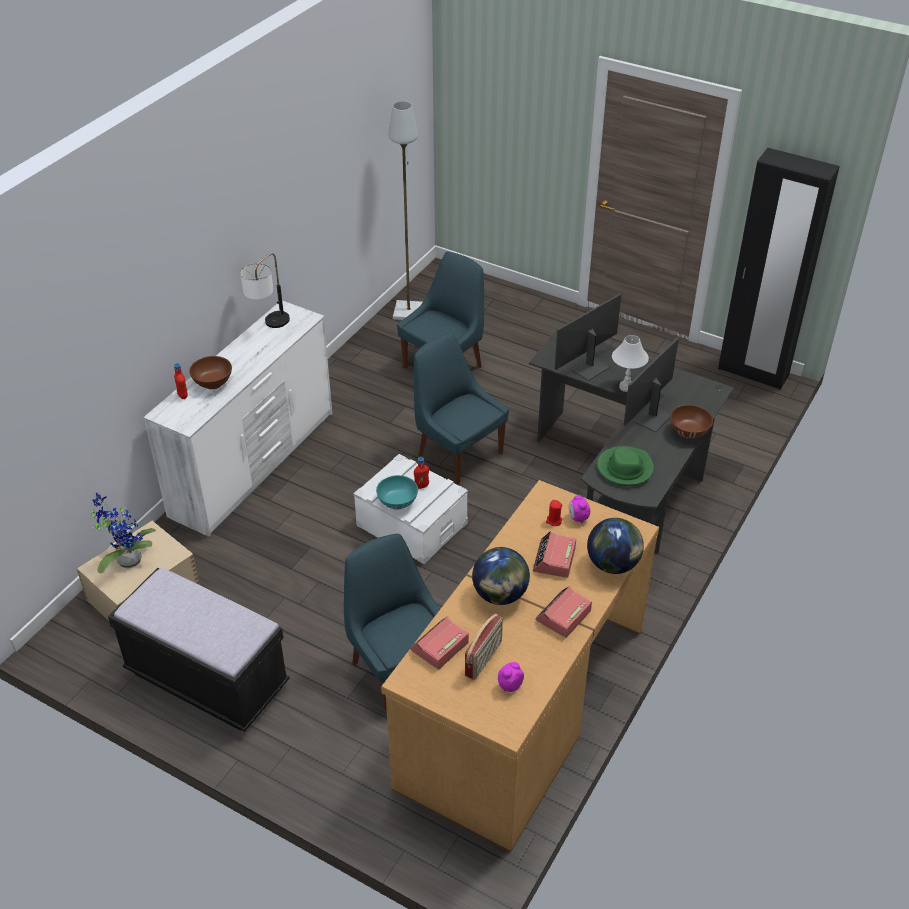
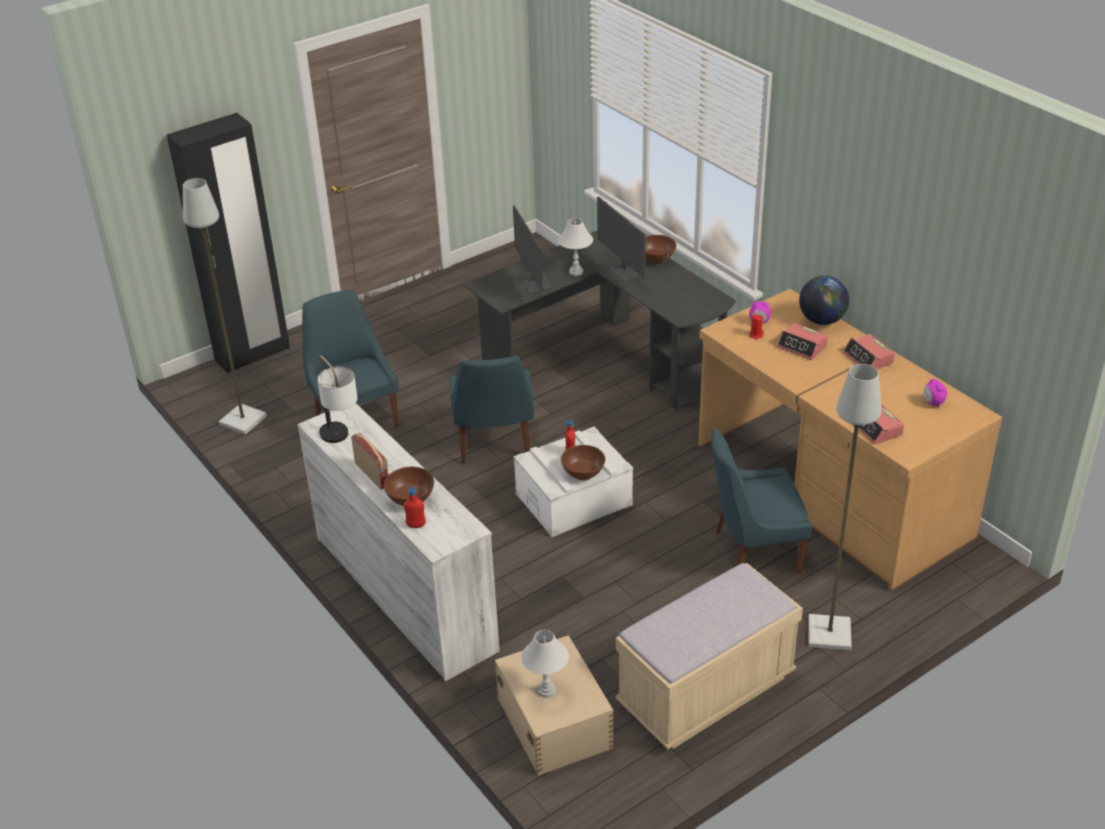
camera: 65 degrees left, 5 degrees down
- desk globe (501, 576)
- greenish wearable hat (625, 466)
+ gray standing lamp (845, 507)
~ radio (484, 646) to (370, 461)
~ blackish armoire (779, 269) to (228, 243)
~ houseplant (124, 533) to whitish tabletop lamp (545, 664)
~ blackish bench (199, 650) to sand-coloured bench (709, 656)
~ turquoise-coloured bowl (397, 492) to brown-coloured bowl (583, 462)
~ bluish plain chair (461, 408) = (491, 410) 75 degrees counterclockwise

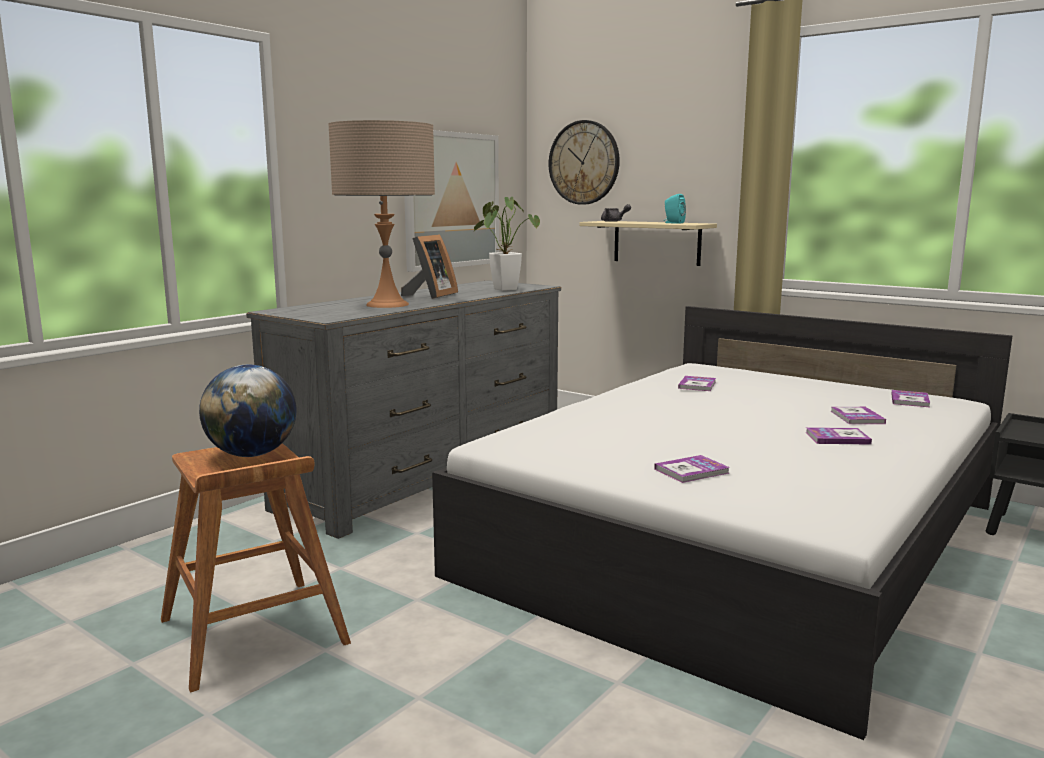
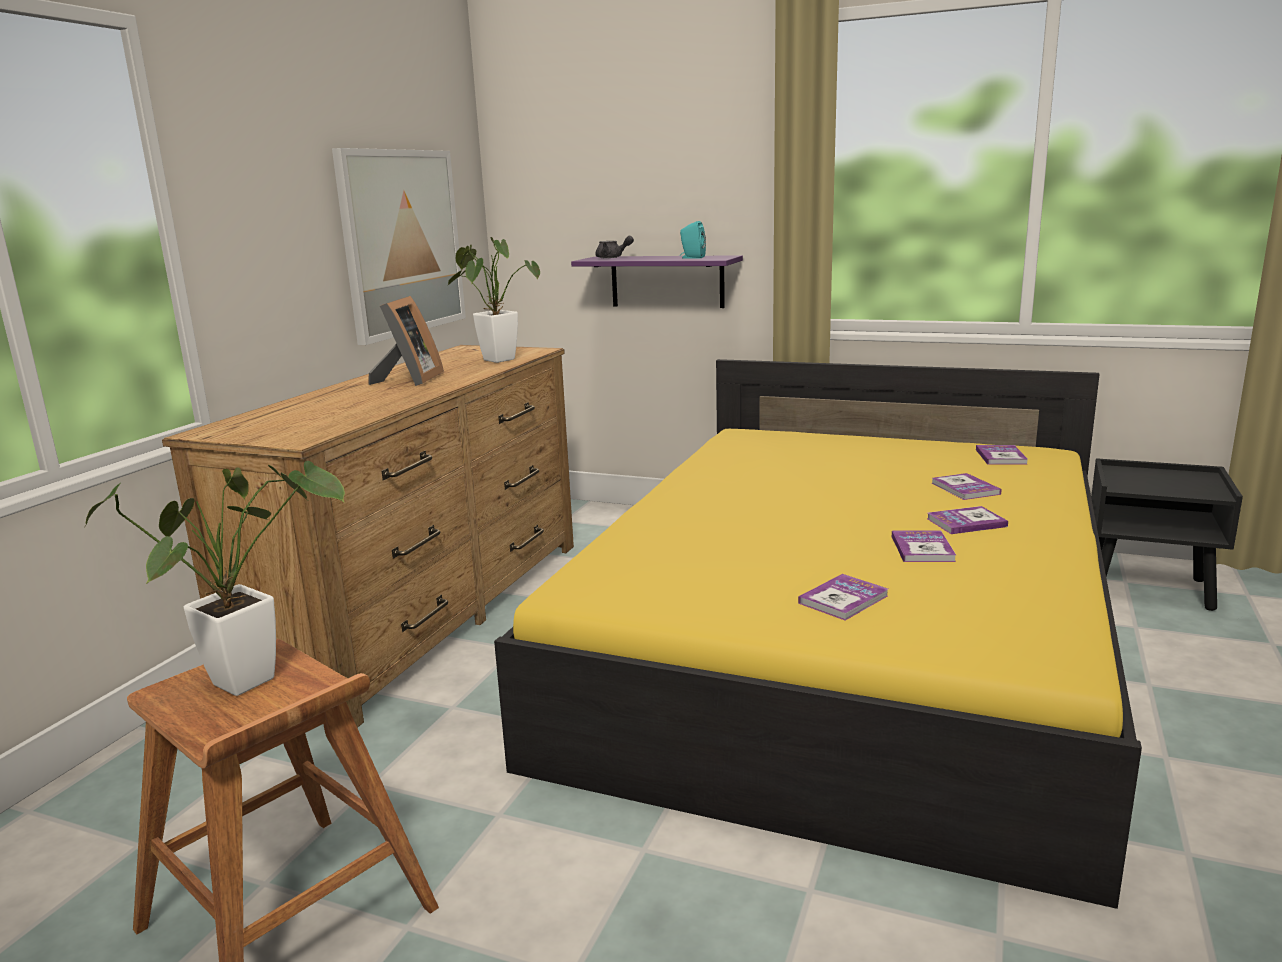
camera: 15 degrees left, 5 degrees up
- sand-coloured tabletop lamp (382, 214)
- hanging clock (584, 162)
~ volume (697, 383) to (924, 546)
~ desk globe (247, 411) to houseplant (215, 578)
~ gray chest of drawers (403, 409) to brown-coloured chest of drawers (368, 536)
~ whitish bedroom bed (722, 523) to yellow-coloured bedroom bed (818, 634)
~ sand-coloured shelf (648, 243) to purple shelf (657, 281)

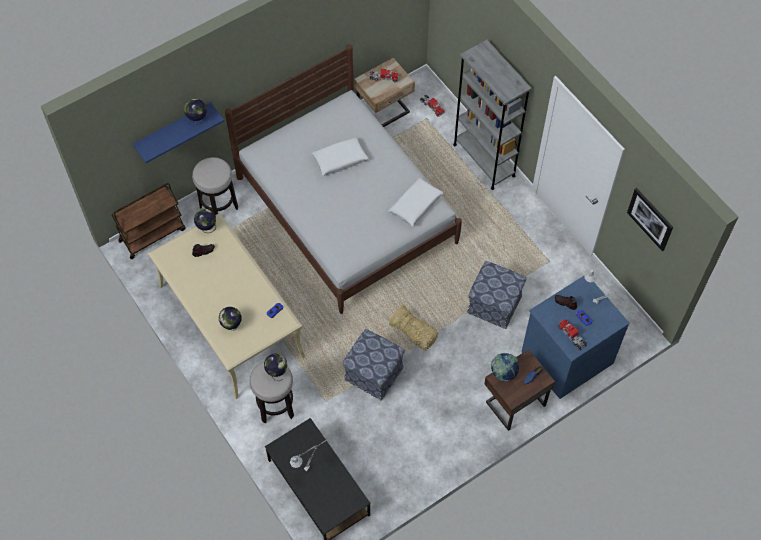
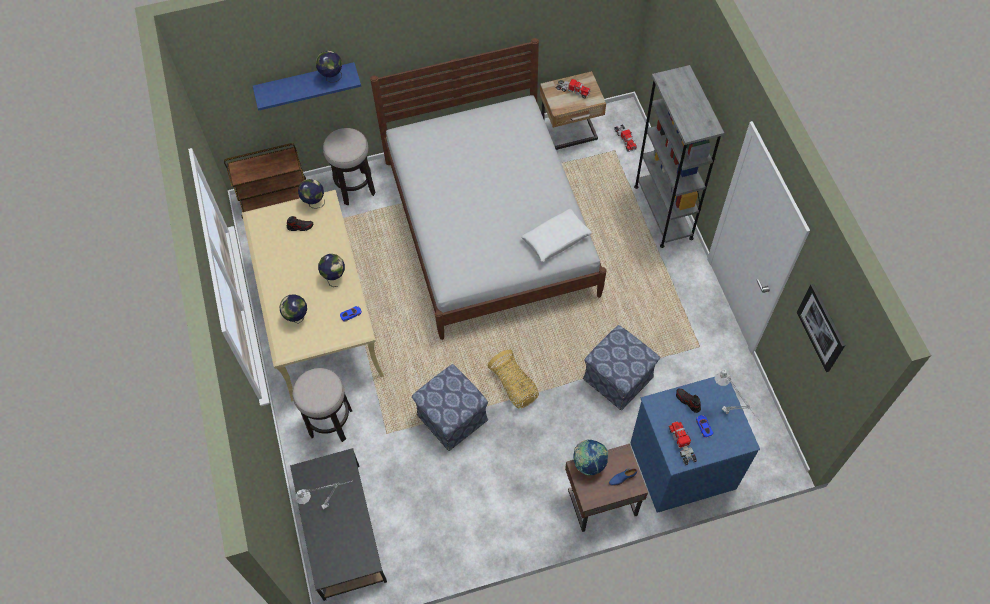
camera: 20 degrees right, 0 degrees up
- whitish pillow (340, 156)
~ desk globe (275, 367) to (331, 270)

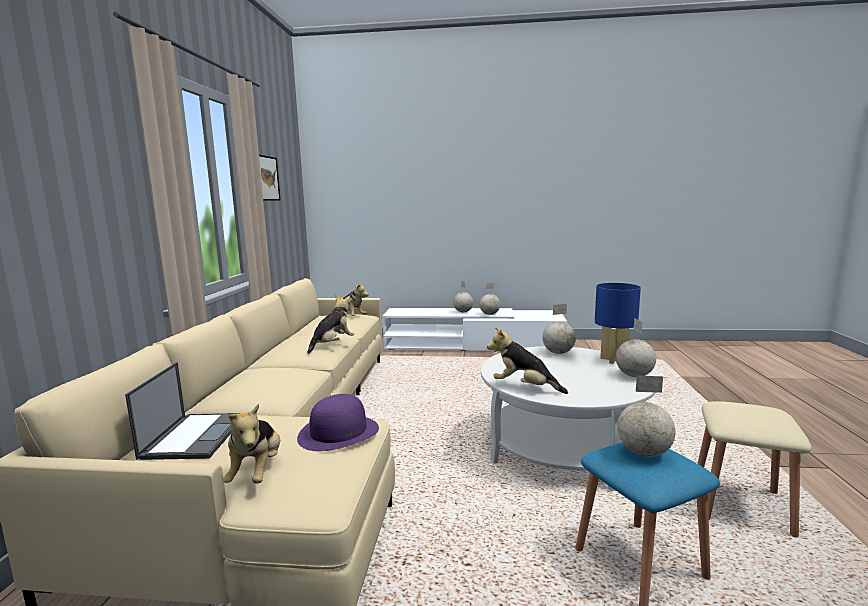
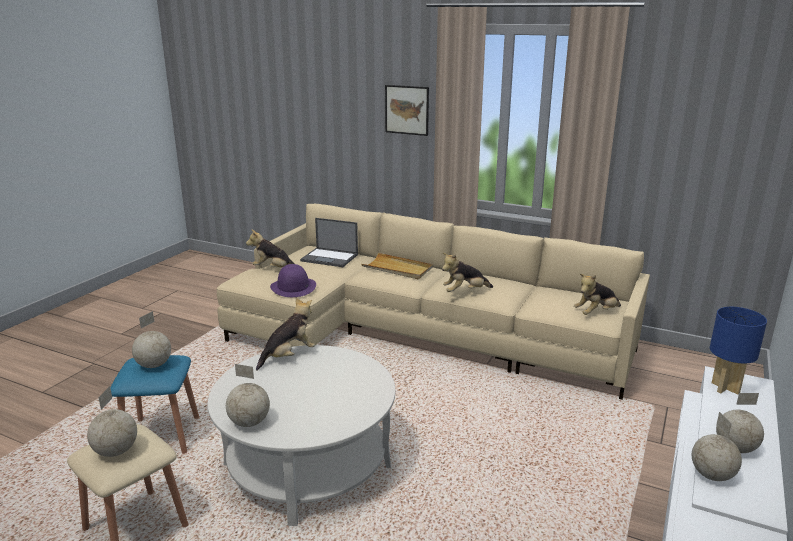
camera: 110 degrees right, 10 degrees up
+ sand-coloured tray (397, 266)
~ wall picture (270, 178) to (407, 110)
~ desk globe (559, 329) to (112, 421)
~ bluish tabletop lamp (618, 323) to (738, 350)
~ soft toy (331, 324) = (467, 272) 105 degrees clockwise

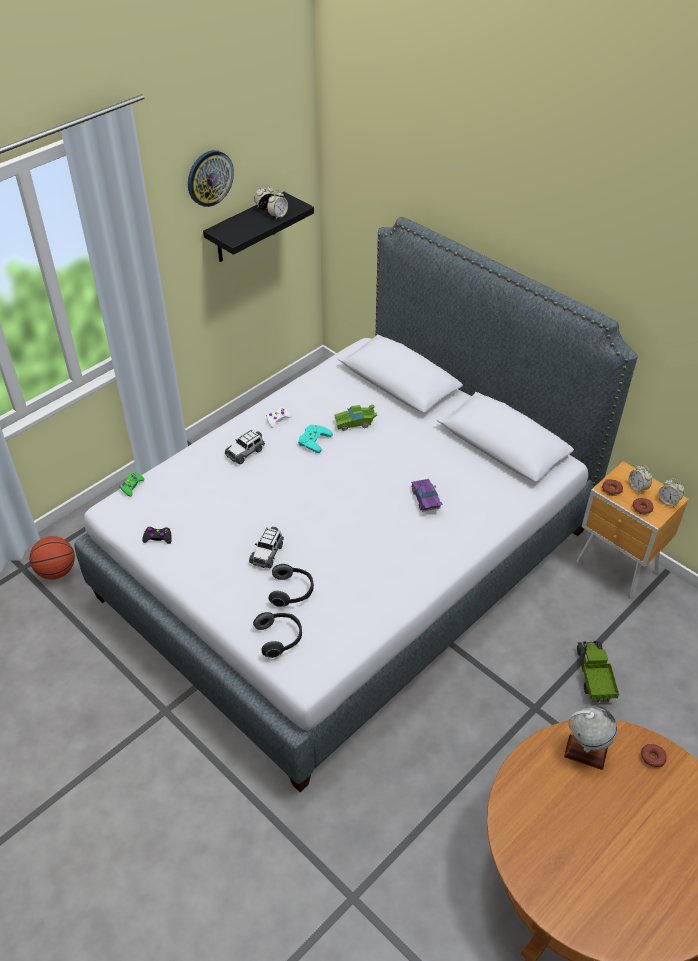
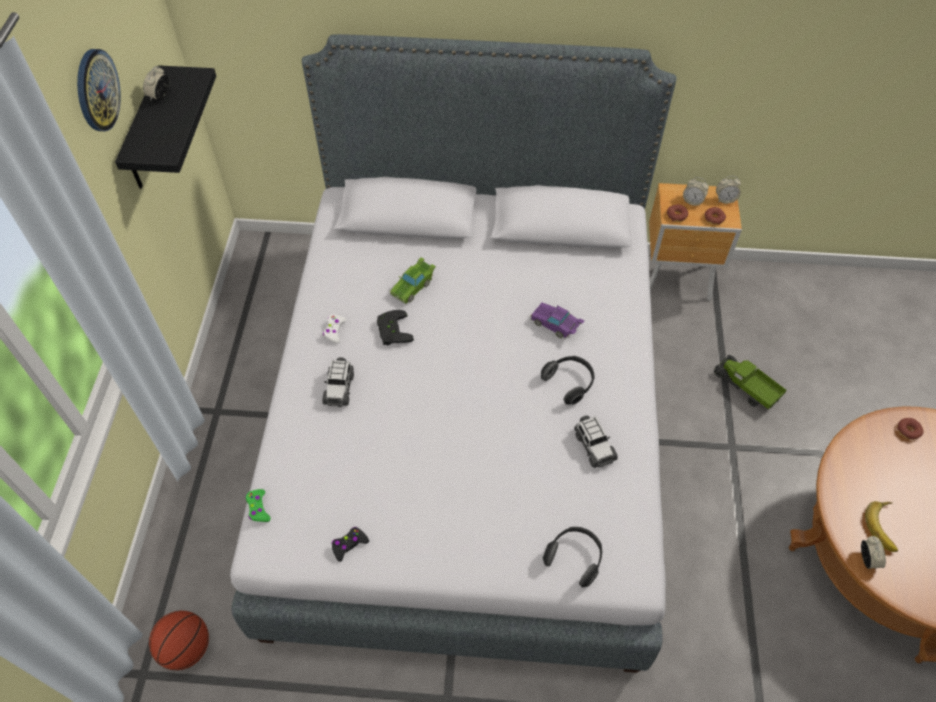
camera: 40 degrees left, 10 degrees up
- desk globe (590, 738)
+ whole banana (881, 526)
~ toy car (266, 547) to (596, 441)
~ table clock (277, 205) to (873, 552)
~ pair of headphones (291, 585) to (567, 380)
~ turquoise-coloured gamepad (315, 439) to blackish gamepad (395, 328)

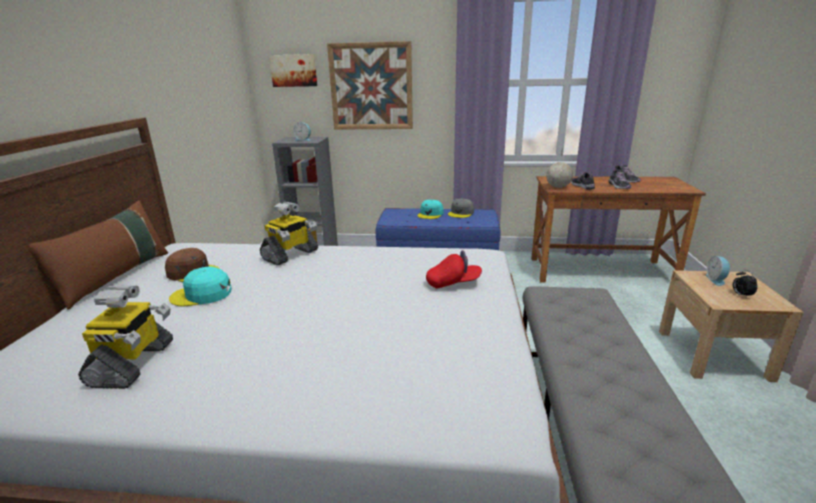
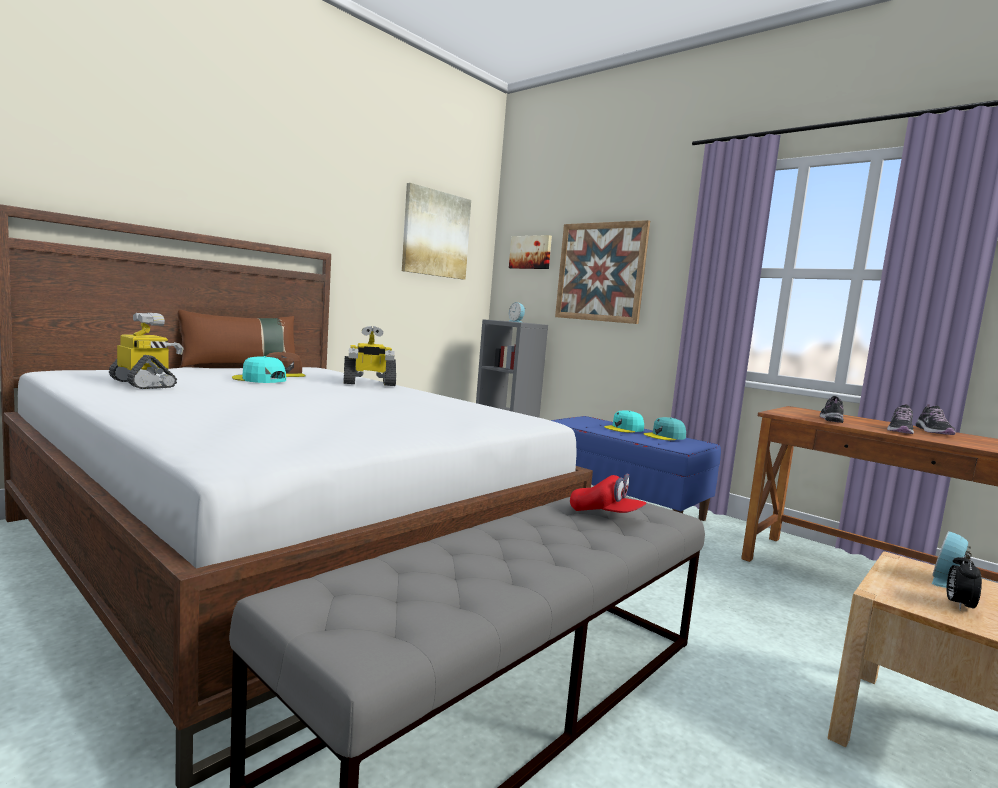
camera: 35 degrees right, 15 degrees down
- desk globe (559, 168)
+ wall picture (436, 231)
~ reddish baseball cap (454, 269) to (608, 493)
~ gray baseball cap (461, 208) to turquoise-coloured baseball cap (665, 428)
~ model robot (125, 337) = (146, 351) 90 degrees counterclockwise

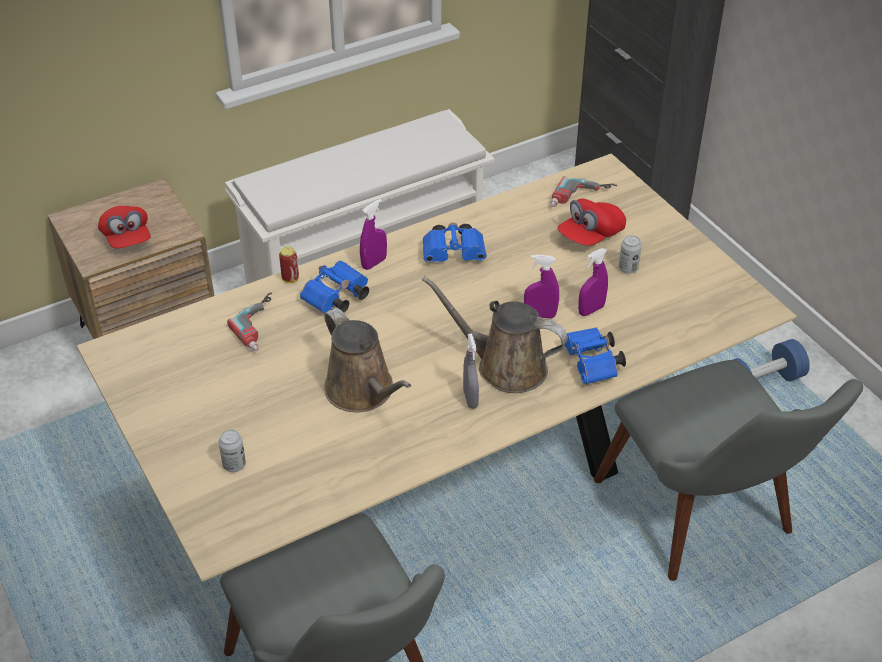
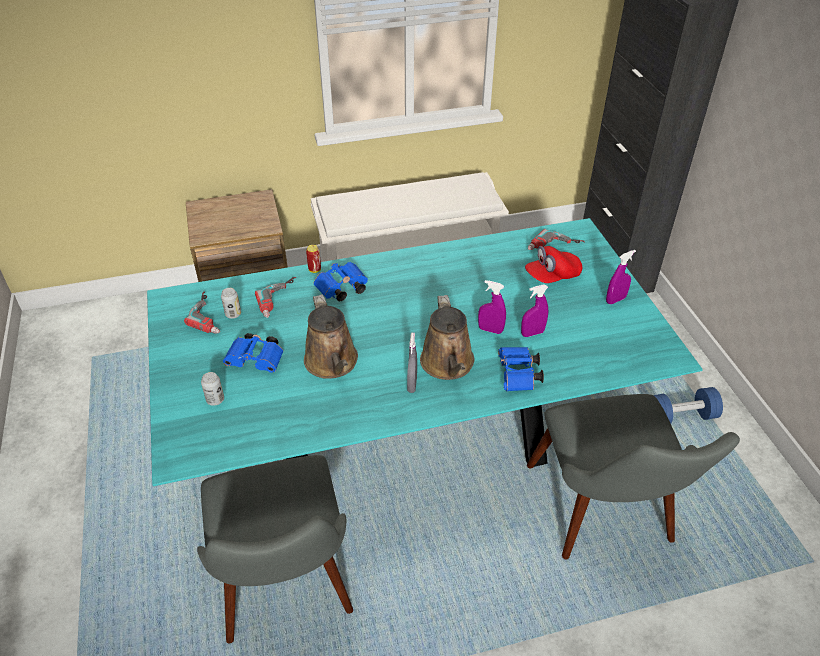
camera: 15 degrees right, 0 degrees up
- reddish baseball cap (124, 227)
+ power drill (202, 312)
~ purple sprayer (373, 234) to (621, 277)
~ bluish binoculars (455, 243) to (253, 353)
~ sealed can (630, 254) to (231, 303)
~ sand-coloured kitchen table (437, 367) to turquoise-coloured kitchen table (425, 352)
~ brown-coloured watering pot (495, 334) = (447, 337) 135 degrees counterclockwise

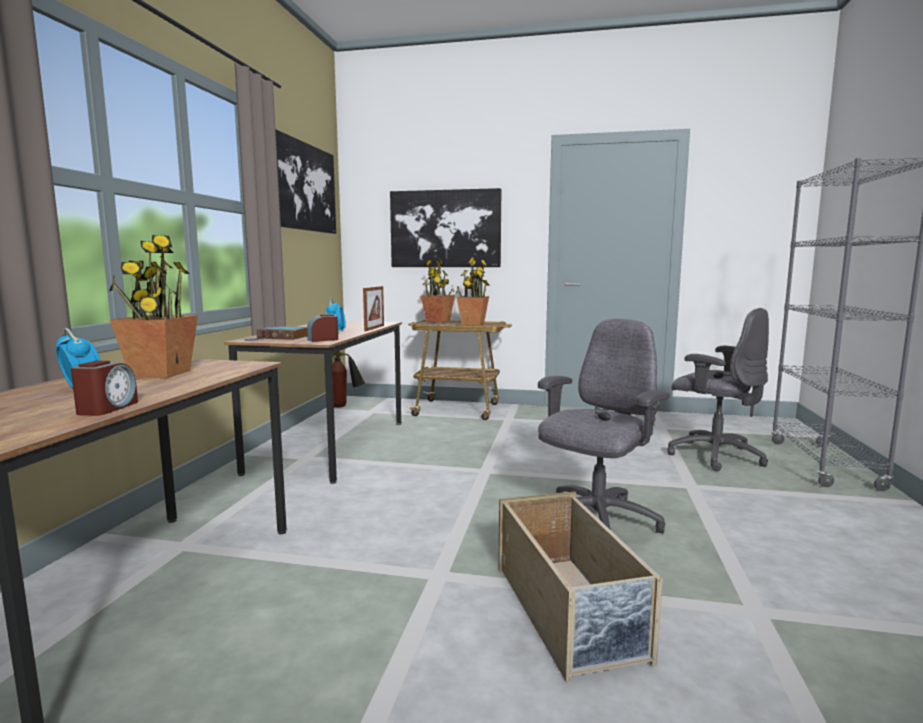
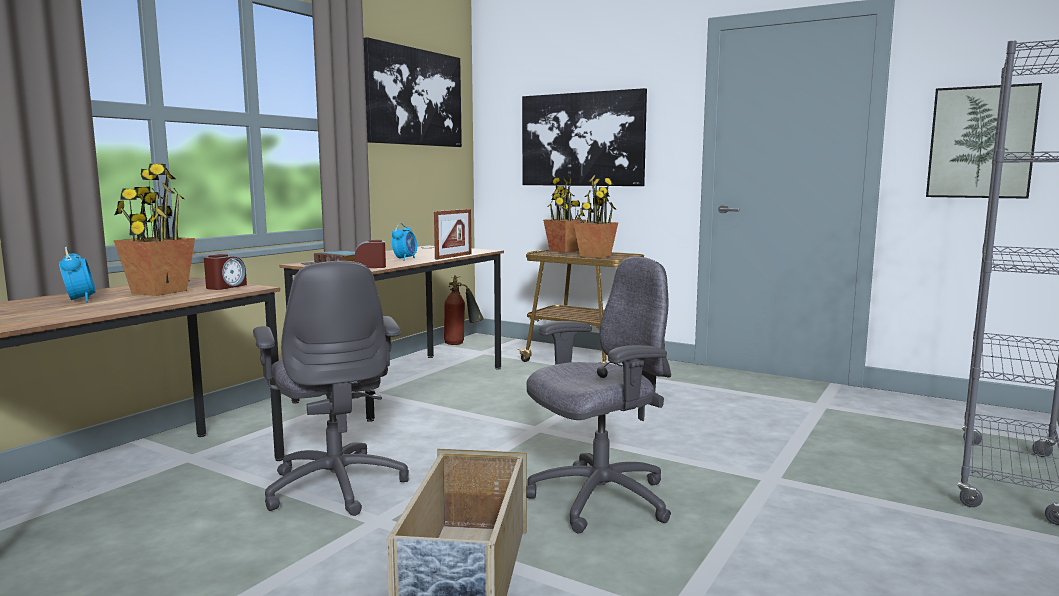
camera: 20 degrees right, 0 degrees up
+ wall picture (984, 141)
~ table clock (104, 388) to (225, 272)
~ gray desk chair (718, 390) to (331, 388)

